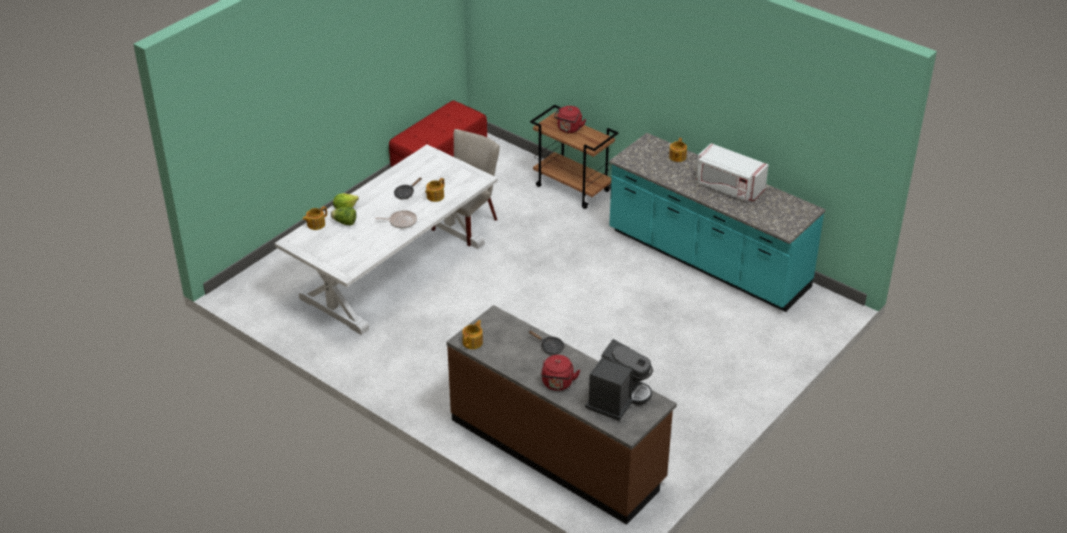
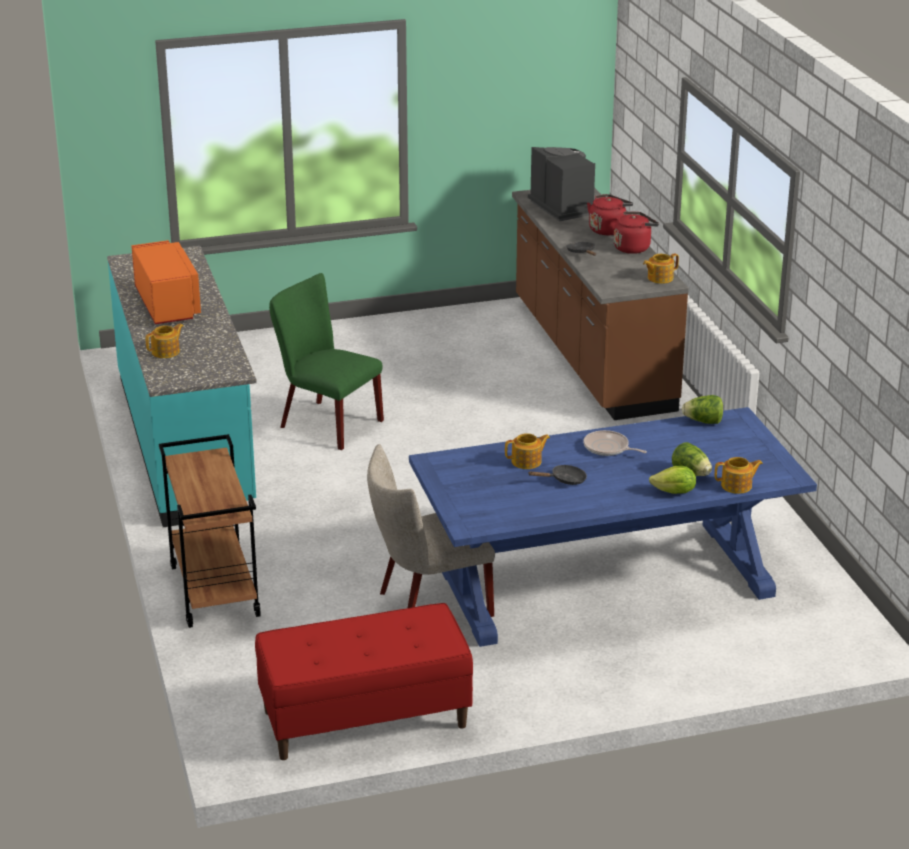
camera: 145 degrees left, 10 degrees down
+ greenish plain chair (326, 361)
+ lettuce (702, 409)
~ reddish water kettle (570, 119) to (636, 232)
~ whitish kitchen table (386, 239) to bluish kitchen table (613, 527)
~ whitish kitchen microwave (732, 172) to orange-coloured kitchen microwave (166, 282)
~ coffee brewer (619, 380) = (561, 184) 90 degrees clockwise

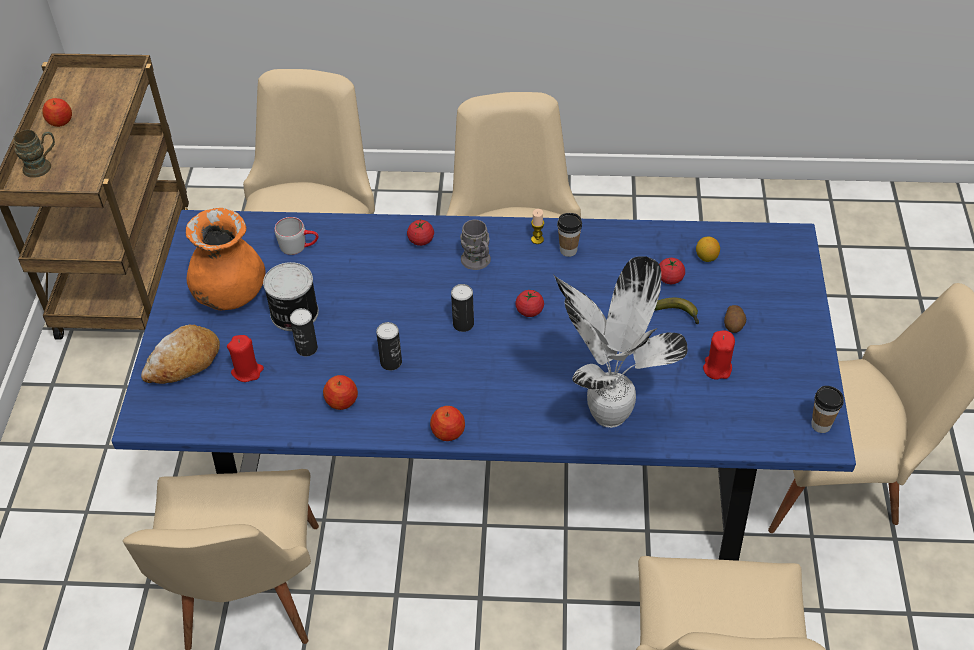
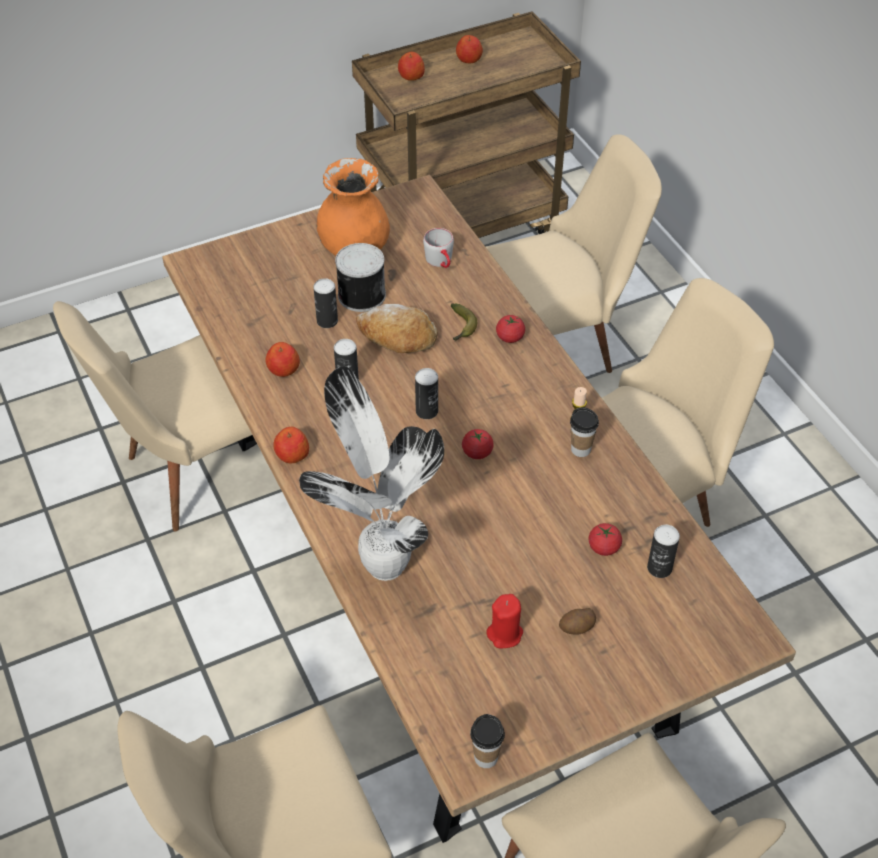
camera: 60 degrees right, 0 degrees up
- reddish candle (245, 358)
- gray mug (475, 245)
~ bakery bread (180, 354) to (397, 328)
~ whole banana (677, 311) to (464, 322)
~ brown-coloured mug (34, 154) to whole apple (411, 66)
~ whole lemon (708, 249) to sealed can (663, 551)
~ bluish kitchen table (484, 385) to brown-coloured kitchen table (479, 509)

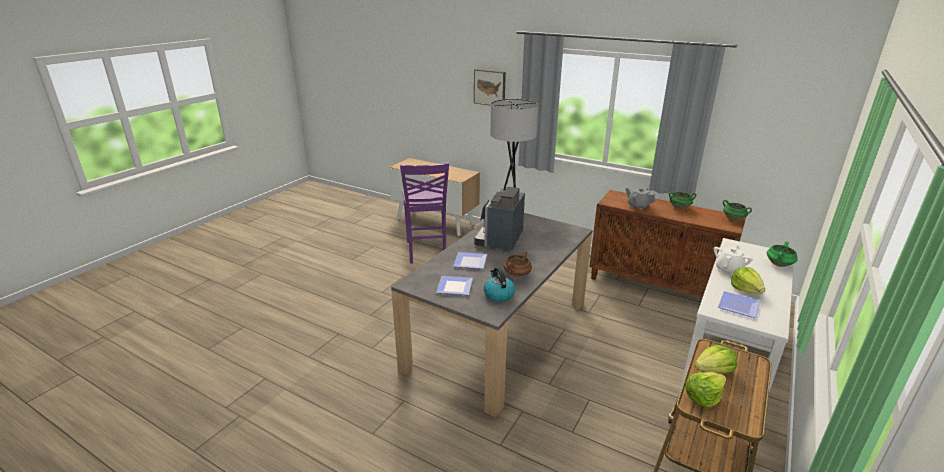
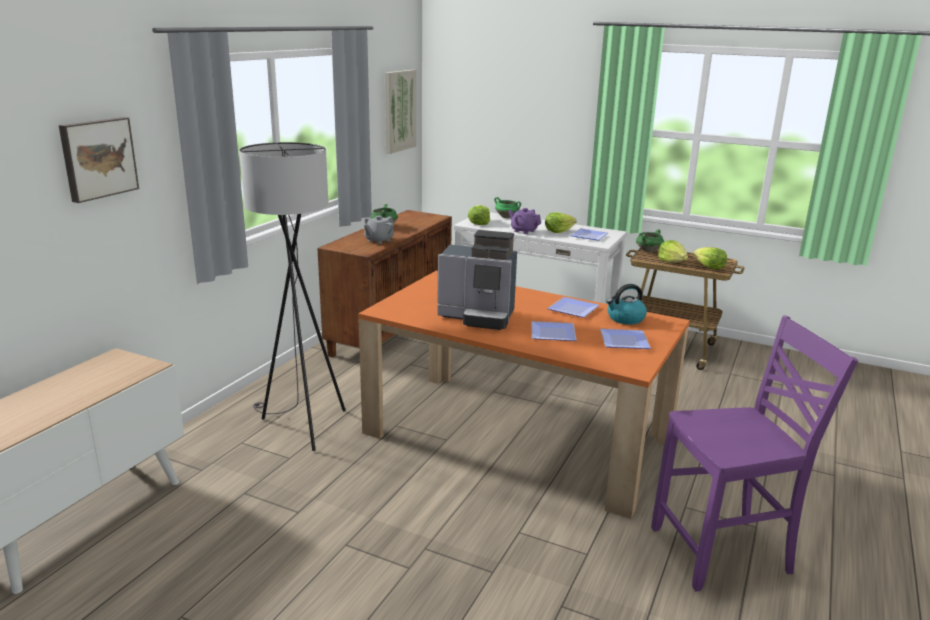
camera: 95 degrees left, 5 degrees down
+ wall picture (400, 112)
+ lettuce (479, 215)
~ purple plain chair (424, 213) to (754, 453)
~ greenish cooking pot (737, 210) to (650, 240)
~ brown-coloured cooking pot (518, 264) to plate (573, 307)
~ gray kitchen table (492, 315) to orange-coloured kitchen table (524, 395)
~ whitish pot for tea (733, 260) to purple pot for tea (524, 221)

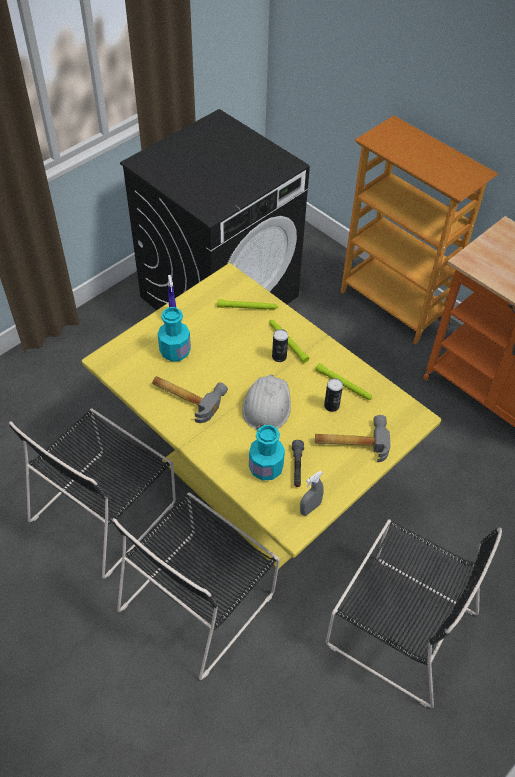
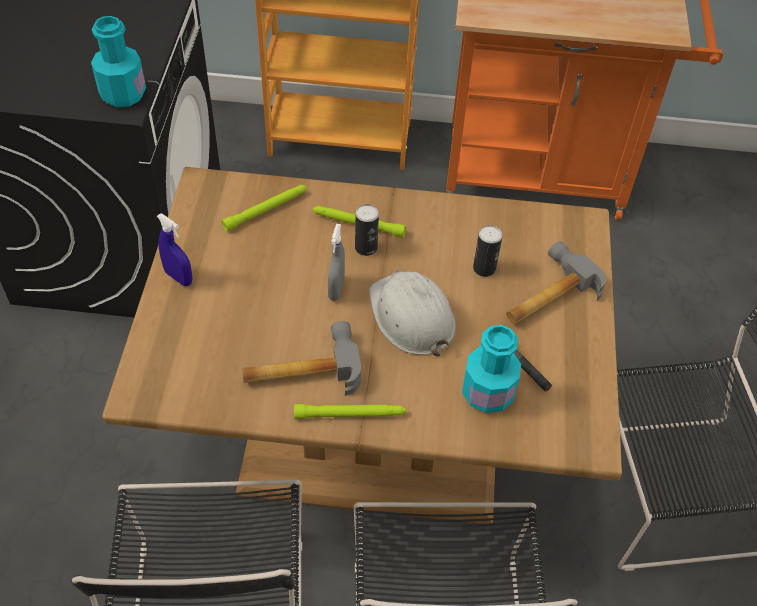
camera: 40 degrees left, 0 degrees up
~ turquoise-coloured drink bottle (174, 334) to (118, 61)
~ gray sprayer (312, 493) to (336, 262)
~ greenish flashlight (343, 381) to (350, 411)
~ yellow-coloured kitchen table (261, 416) to brown-coloured kitchen table (362, 345)

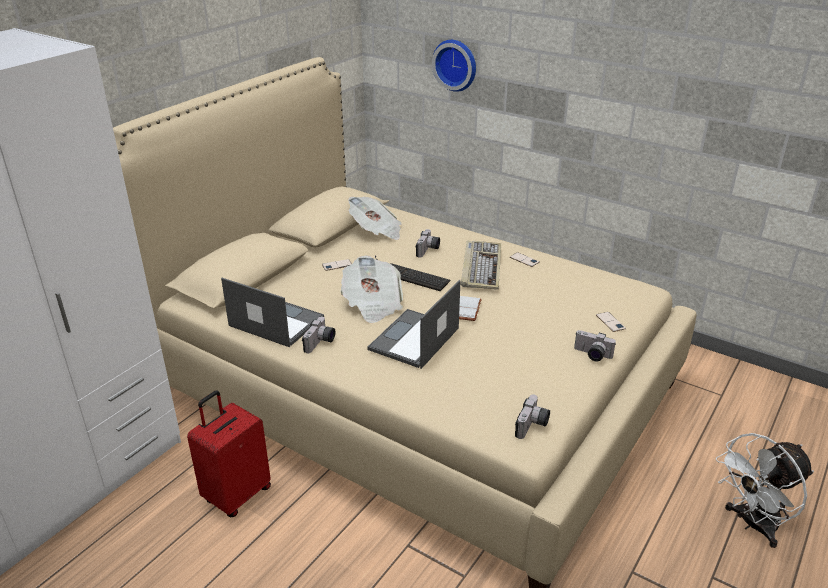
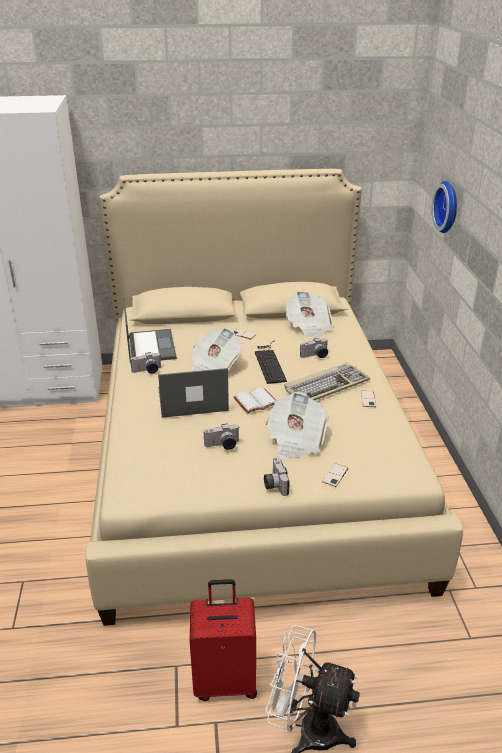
camera: 50 degrees right, 0 degrees up
+ printed paper (297, 426)
~ reddish piece of luggage (229, 453) to (223, 640)
~ photo camera (532, 416) to (221, 436)

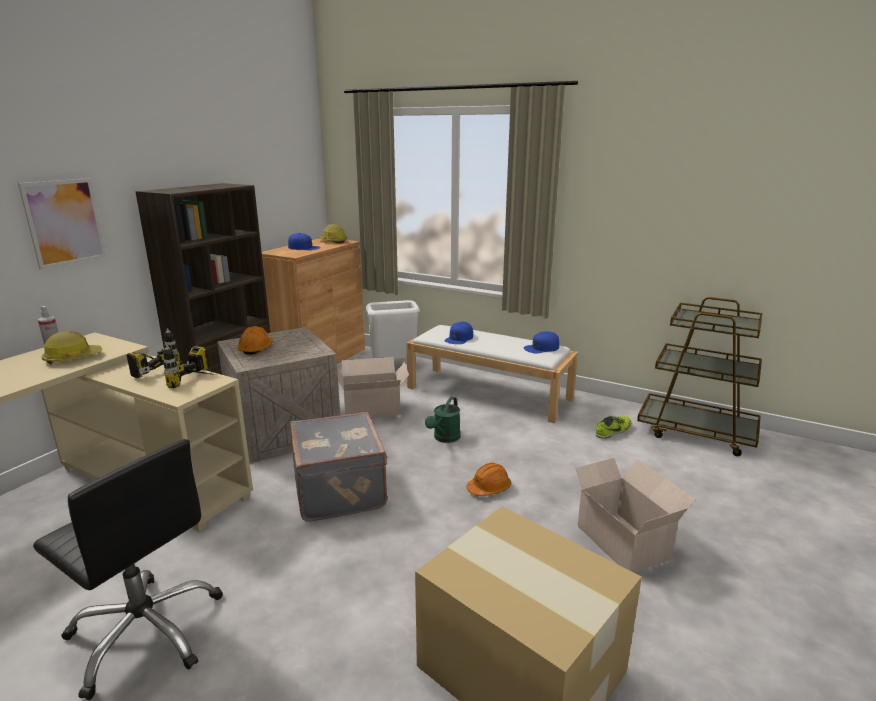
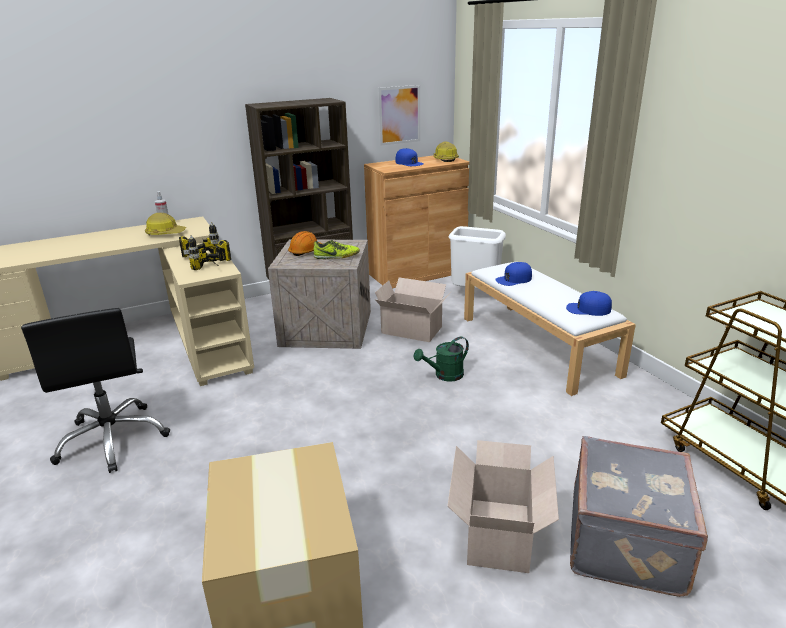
camera: 35 degrees right, 5 degrees up
- orange-coloured hard hat (488, 479)
~ wall picture (62, 224) to (399, 115)
~ gray piece of luggage (339, 467) to (639, 516)
~ shoe (613, 427) to (336, 249)

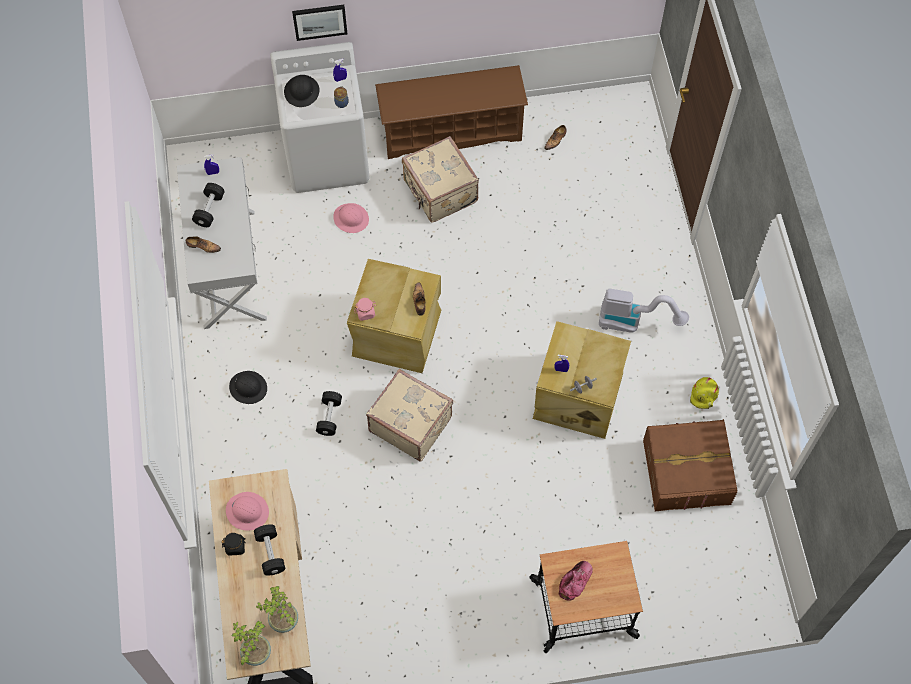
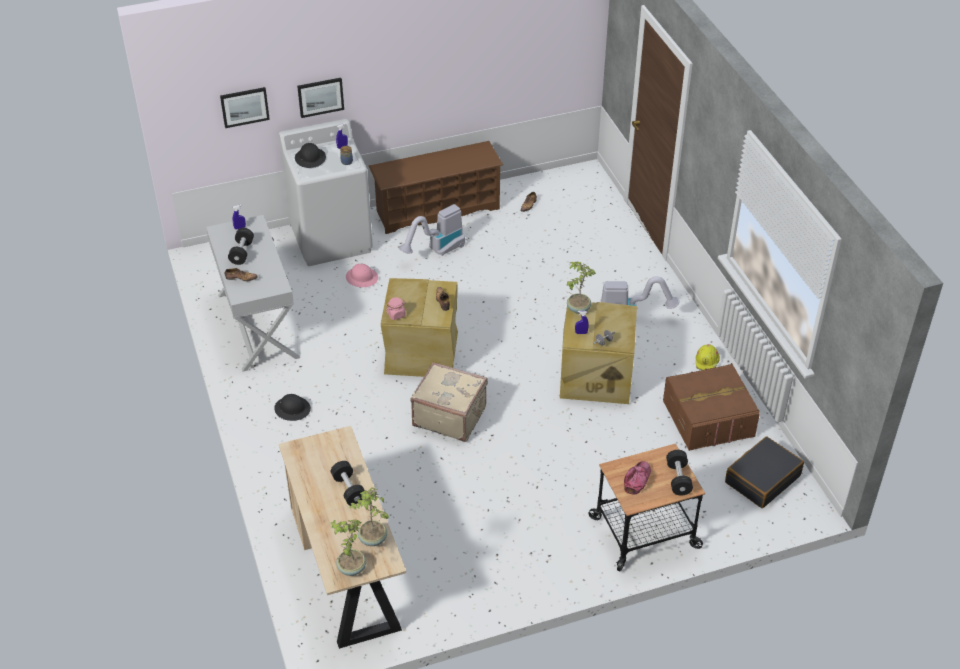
camera: 10 degrees left, 20 degrees down
- blackish jar (234, 544)
- pinkish hard hat (247, 511)
+ wall picture (245, 107)
+ houseplant (581, 287)
+ blackish piece of luggage (764, 472)
~ blackish free weight (329, 413) to (679, 473)
~ sand-coloured piece of luggage (440, 179) to vacuum cleaner (432, 230)

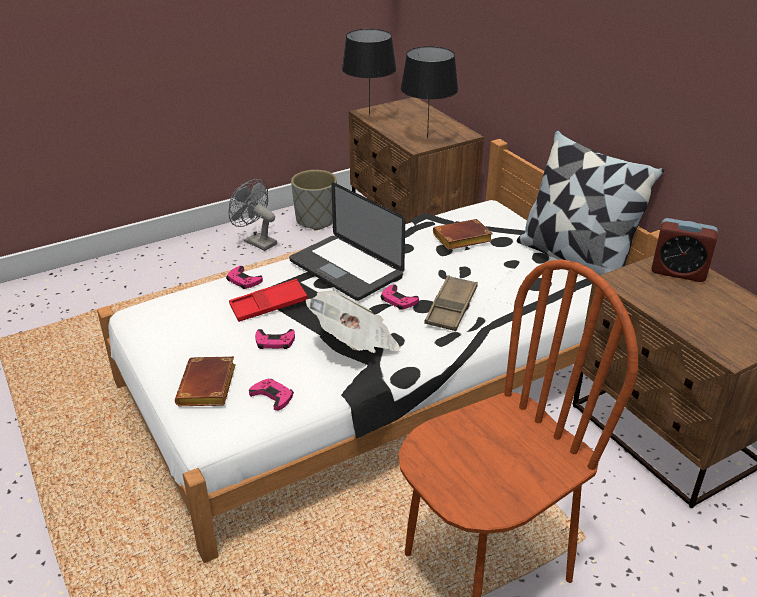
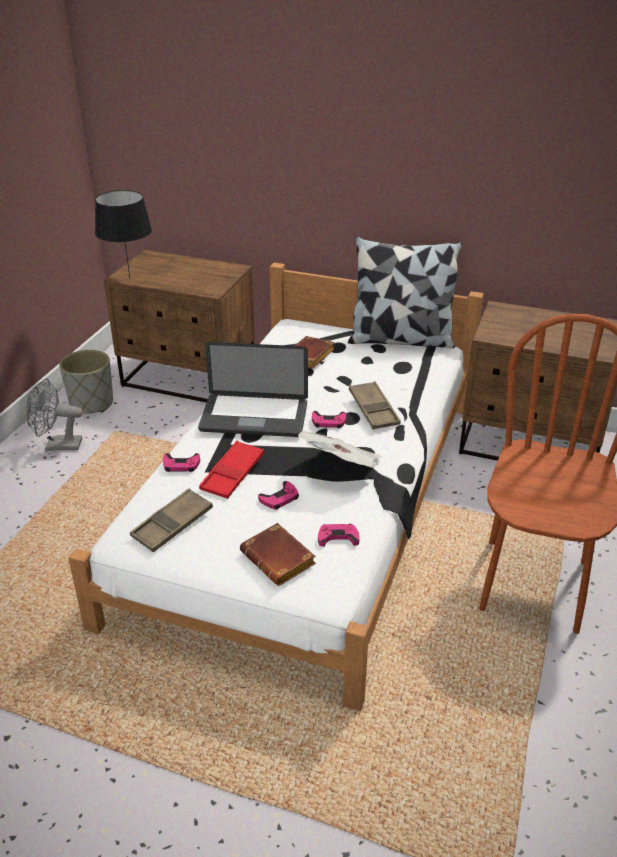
camera: 40 degrees left, 0 degrees up
- blackish tabletop lamp (429, 92)
- table clock (684, 250)
+ brown-coloured tray (171, 520)

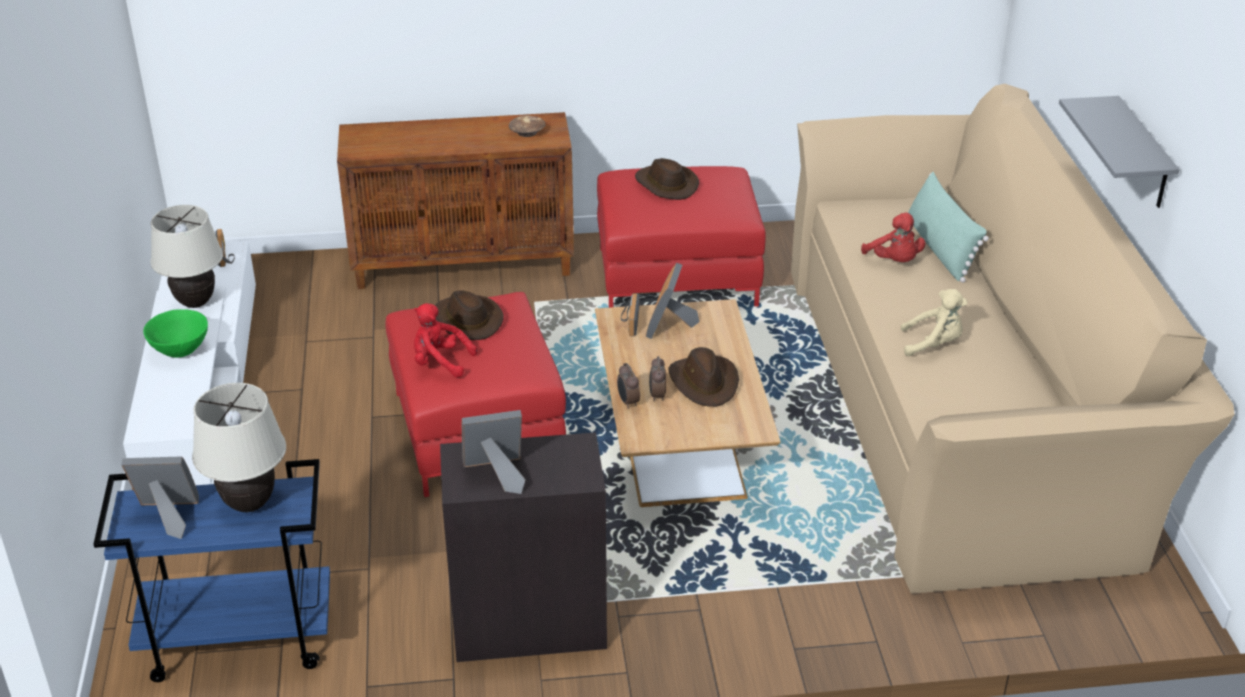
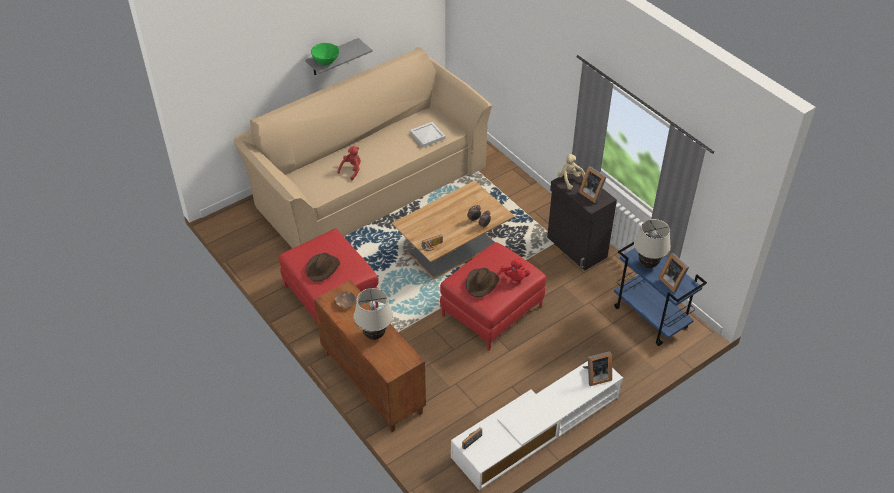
camera: 120 degrees left, 10 degrees up
- brown-coloured wearable hat (703, 377)
- greenish pillow (948, 227)
+ whitish tray (428, 134)
~ greenish bowl (175, 333) to (325, 54)
~ sand-coloured tabletop lamp (187, 256) to (373, 314)
~ photo frame (673, 301) to (597, 368)
~ sand-coloured soft toy (934, 322) to (571, 172)

